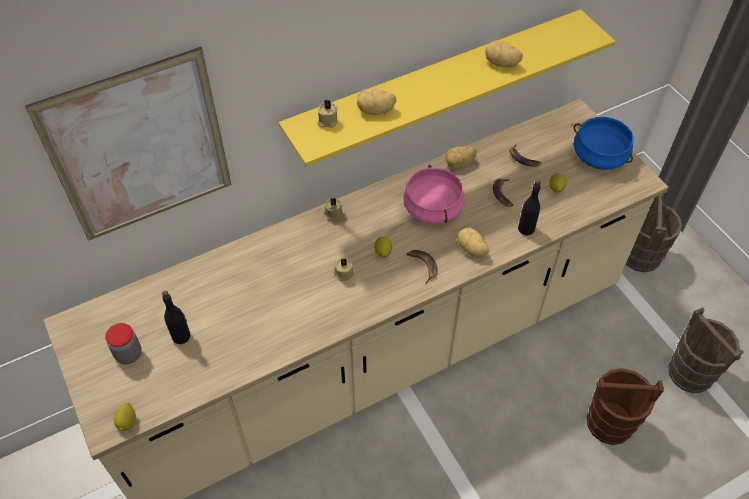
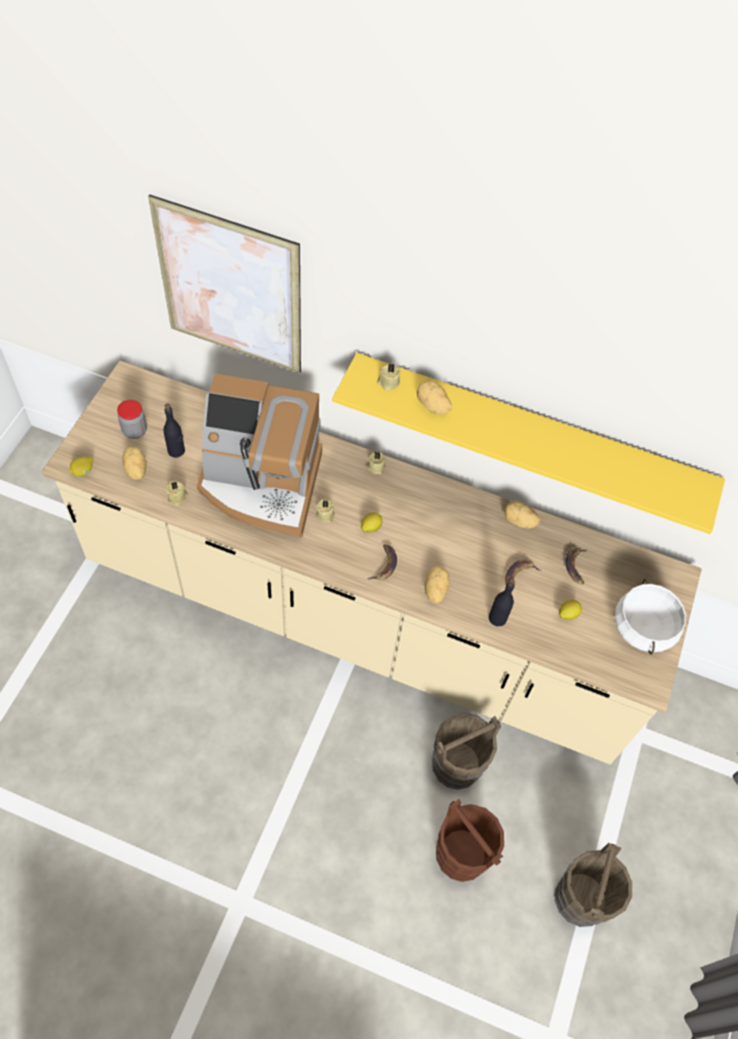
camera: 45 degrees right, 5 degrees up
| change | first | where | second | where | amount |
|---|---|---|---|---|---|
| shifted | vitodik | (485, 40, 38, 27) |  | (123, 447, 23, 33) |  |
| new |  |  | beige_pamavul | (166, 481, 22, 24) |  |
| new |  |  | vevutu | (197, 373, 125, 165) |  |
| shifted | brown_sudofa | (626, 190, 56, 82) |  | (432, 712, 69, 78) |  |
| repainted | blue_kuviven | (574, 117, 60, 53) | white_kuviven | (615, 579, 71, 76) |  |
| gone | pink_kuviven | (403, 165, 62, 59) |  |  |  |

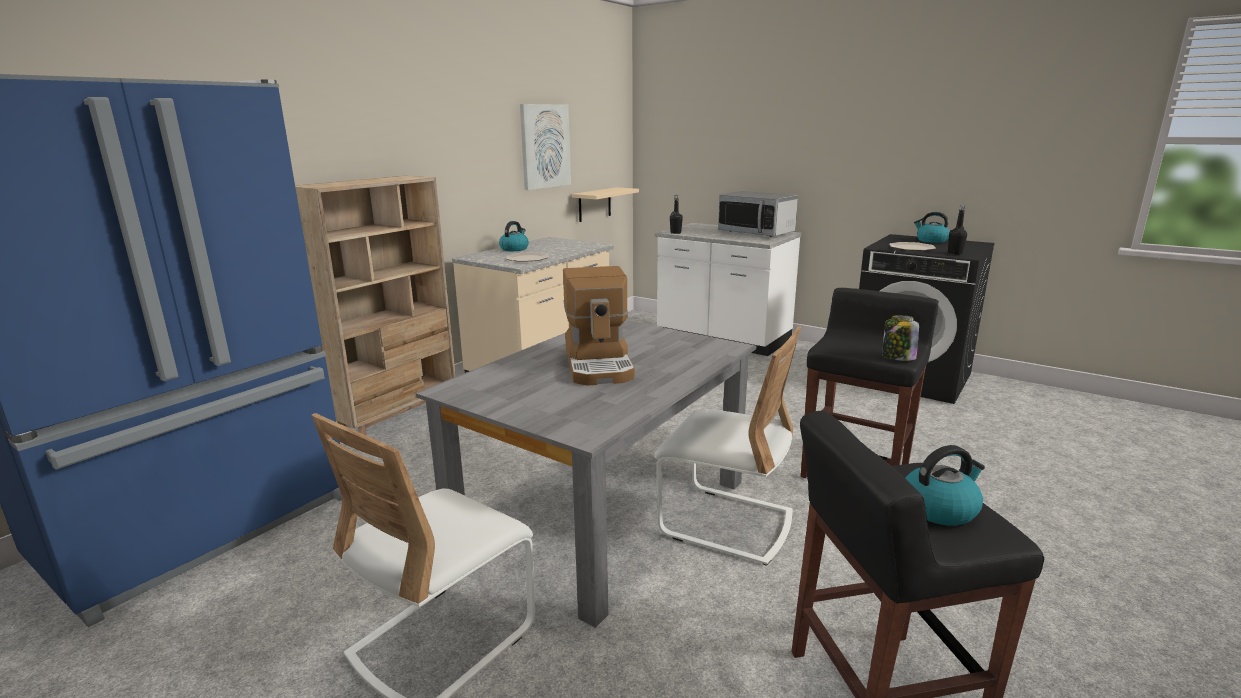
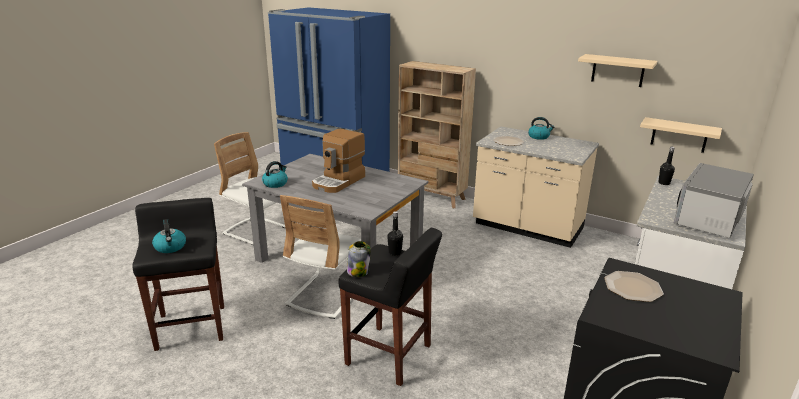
camera: 85 degrees right, 5 degrees up
| change | first | where | second | where | amount |
|---|---|---|---|---|---|
| shifted | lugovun | (914, 212, 36, 31) |  | (262, 161, 26, 27) |  |
| rotated | vevutu | (563, 266, 71, 120) |  | (312, 129, 53, 64) | 45 degrees counterclockwise |
| shifted | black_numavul | (948, 205, 19, 50) |  | (387, 211, 16, 45) |  |
| swapped | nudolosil | (520, 104, 51, 86) | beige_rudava | (578, 54, 79, 33) |  |

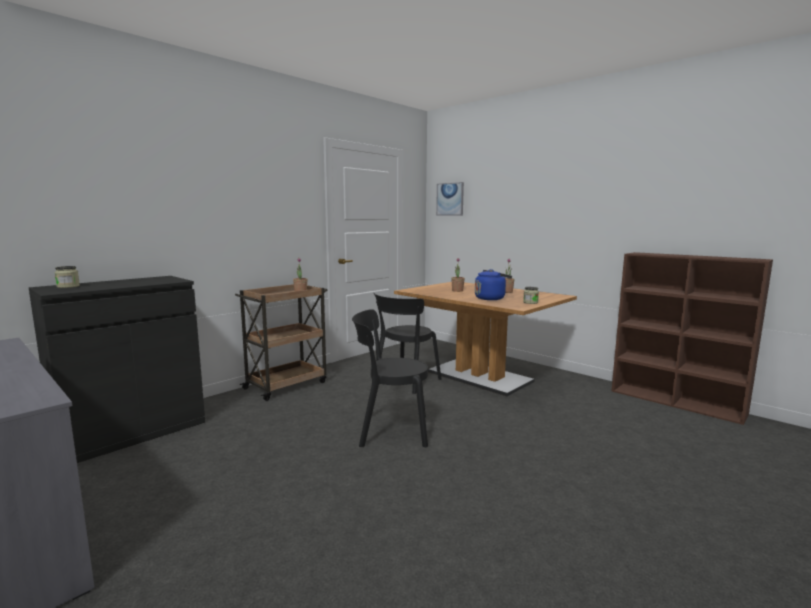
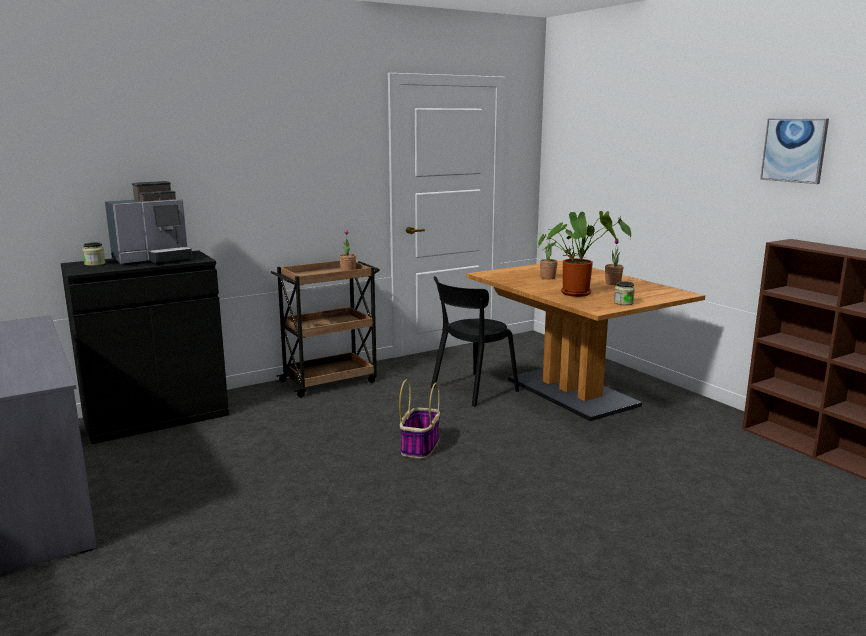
camera: 15 degrees right, 5 degrees up
| change | first | where | second | where | amount |
|---|---|---|---|---|---|
| new |  |  | vevutu | (105, 181, 87, 84) |  |
| swapped | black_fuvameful | (352, 309, 76, 138) | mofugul | (399, 379, 41, 80) |  |
| swapped | blue_lugovun | (475, 269, 37, 31) | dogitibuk | (538, 211, 93, 86) |  |
| shifted | nudolosil | (436, 182, 28, 34) |  | (760, 119, 69, 65) |  |

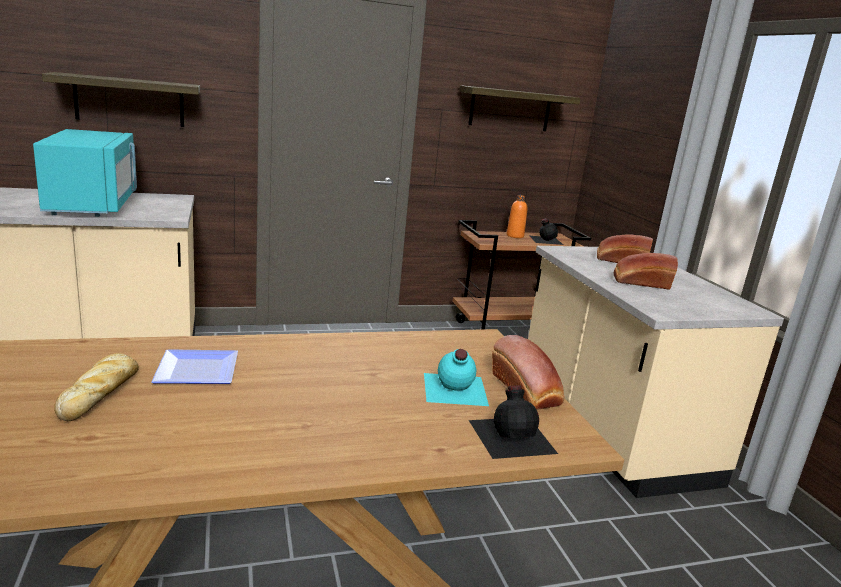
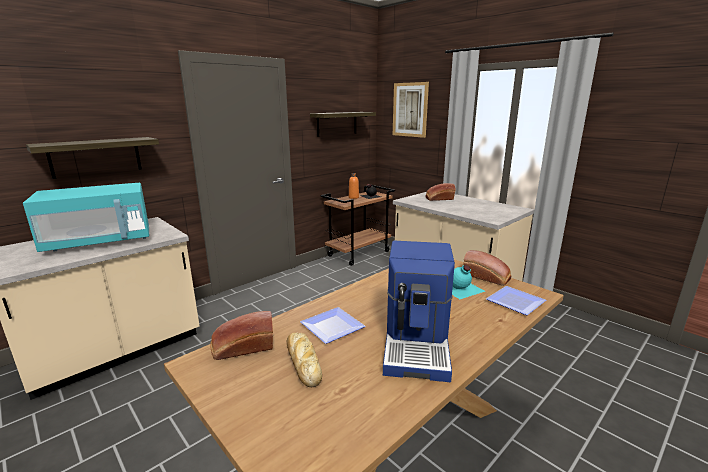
camera: 25 degrees left, 0 degrees up
| change | first | where | second | where | amount |
|---|---|---|---|---|---|
| rotated | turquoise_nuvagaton | (33, 129, 104, 88) |  | (23, 183, 126, 69) | 105 degrees clockwise |
| shifted | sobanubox | (614, 253, 64, 37) |  | (210, 311, 63, 49) |  |
| new |  |  | vevutu | (383, 241, 72, 141) |  |
| new |  |  | nudolosil | (393, 82, 36, 56) |  |
| swapped | black_numavul | (469, 386, 89, 73) | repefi | (486, 286, 60, 29) |  |

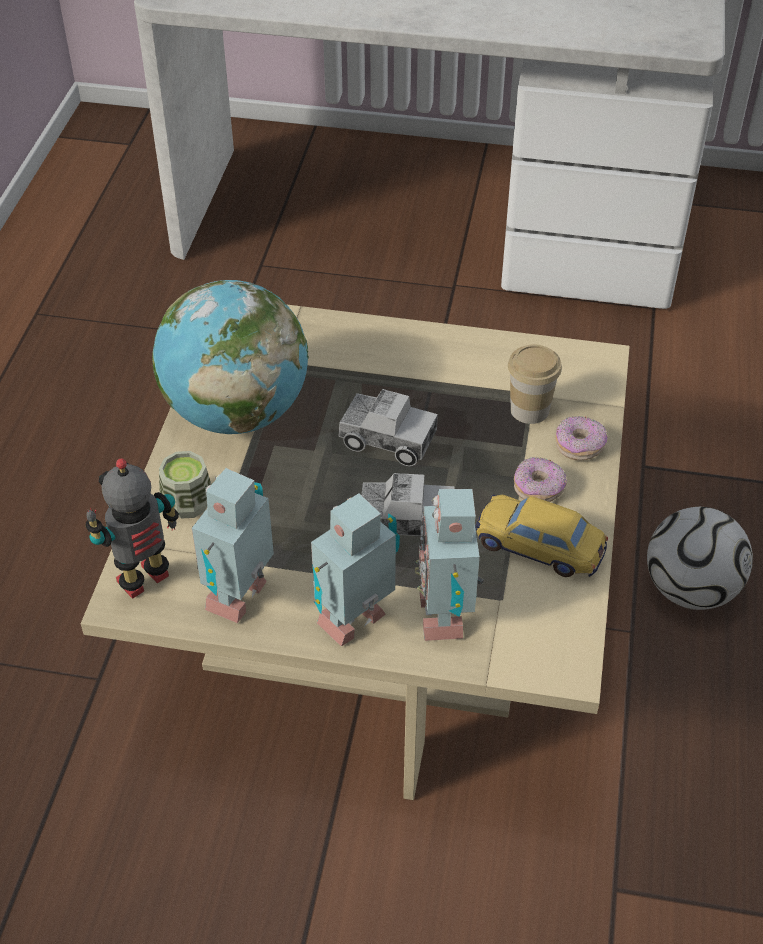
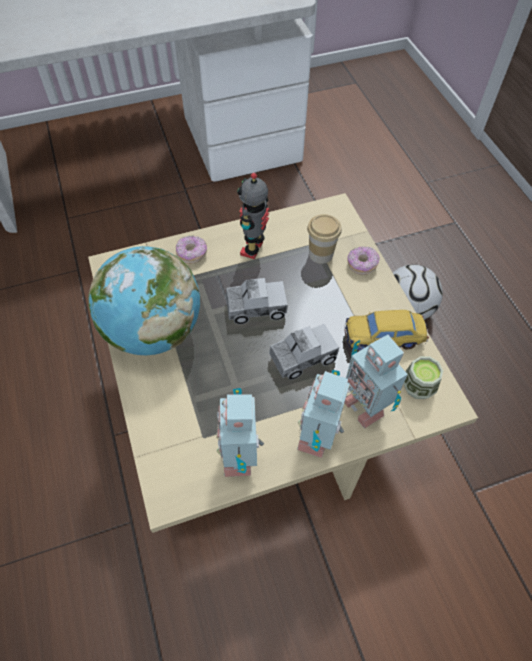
camera: 30 degrees left, 10 degrees up
| change | first | where | second | where | amount |
|---|---|---|---|---|---|
| shifted | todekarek | (514, 457, 53, 45) |  | (176, 236, 31, 28) |  |
| shifted | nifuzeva | (86, 458, 93, 141) |  | (237, 173, 32, 86) |  |
| shifted | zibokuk | (159, 451, 52, 68) |  | (404, 356, 39, 43) |  |

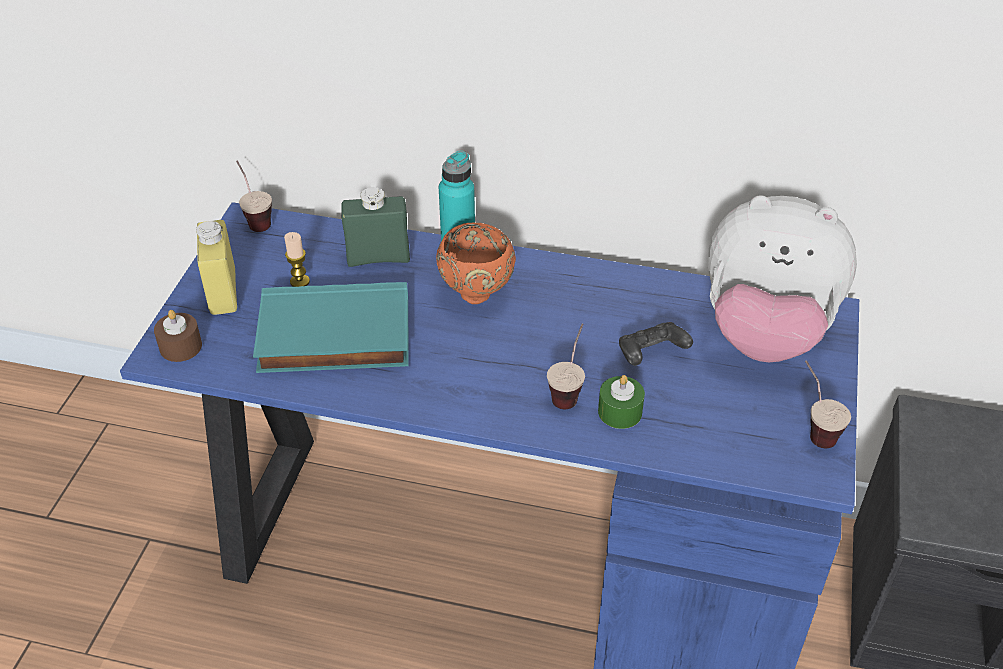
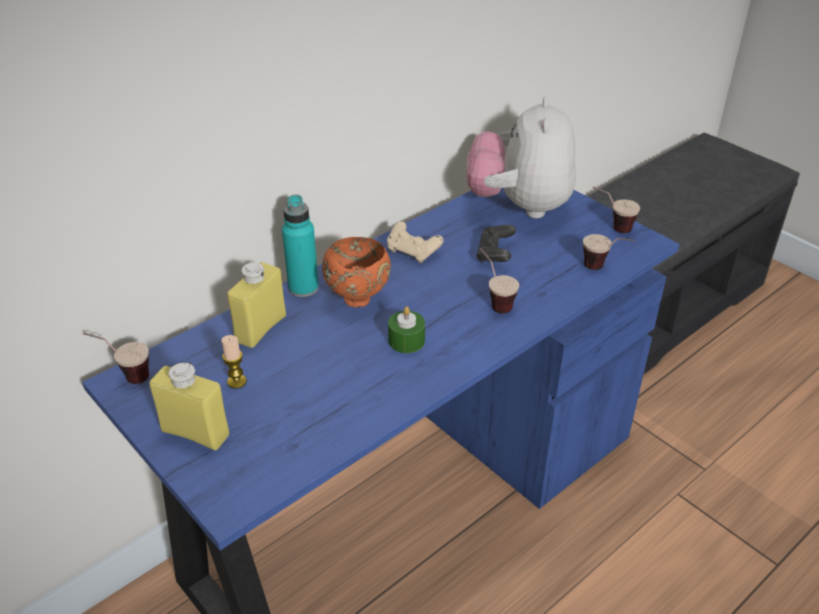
camera: 55 degrees left, 5 degrees down
| change | first | where | second | where | amount |
|---|---|---|---|---|---|
| repainted | green_numavul | (341, 187, 69, 80) | yellow_numavul | (227, 262, 59, 86) |  |
| new |  |  | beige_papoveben | (387, 222, 56, 41) |  |
| shifted | green_pamavul | (598, 375, 47, 54) |  | (388, 307, 37, 46) |  |
| rotated | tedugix | (708, 195, 149, 167) |  | (466, 97, 110, 121) | 135 degrees clockwise |
| new |  |  | zibokuk | (583, 234, 52, 36) |  |
| gone | brown_pamavul | (154, 310, 48, 52) |  |  |  |
| gone | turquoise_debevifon | (253, 282, 155, 91) |  |  |  |

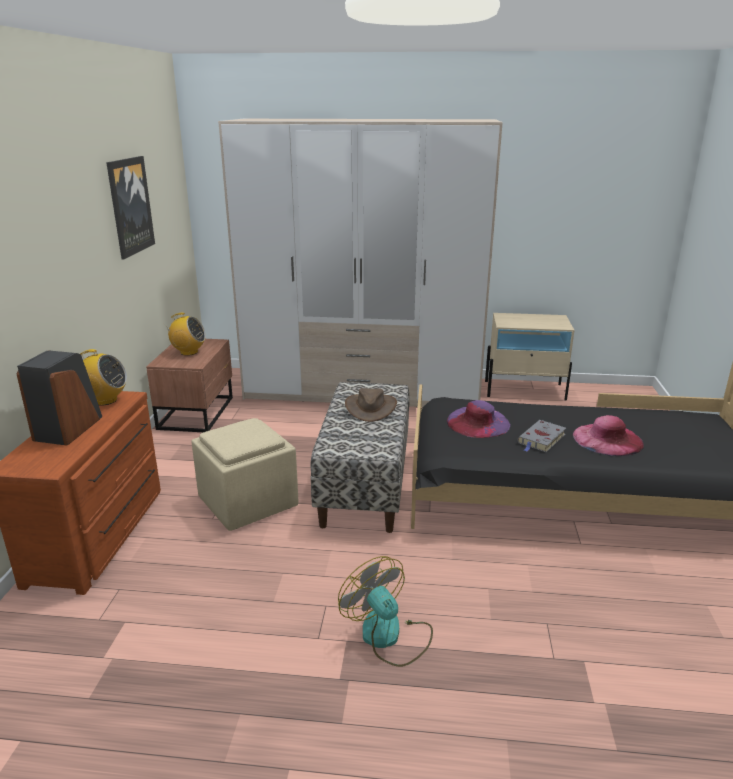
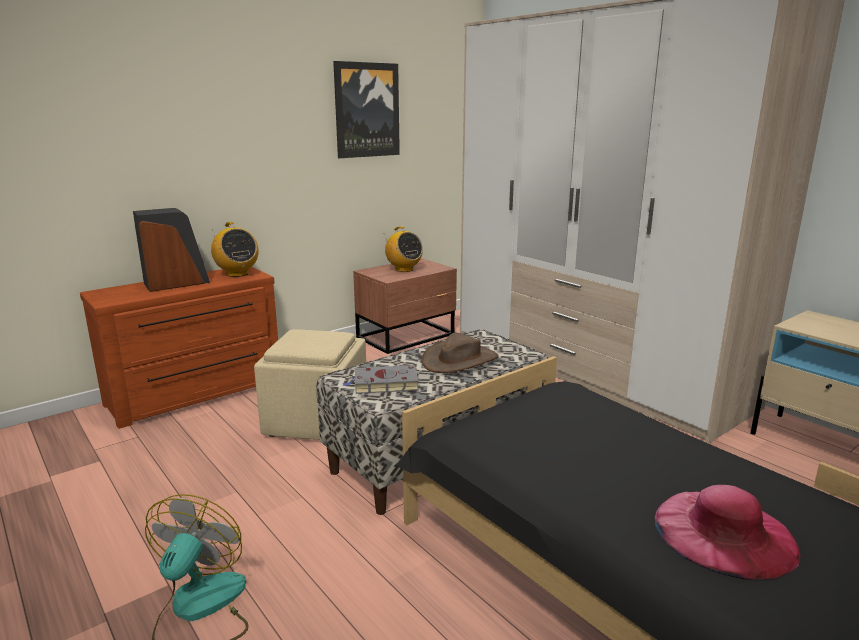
camera: 45 degrees right, 5 degrees down
| change | first | where | second | where | amount |
|---|---|---|---|---|---|
| shifted | grey_debevifon | (518, 420, 48, 32) |  | (343, 365, 76, 29) |  |
| gone | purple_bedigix | (447, 400, 63, 38) |  |  |  |

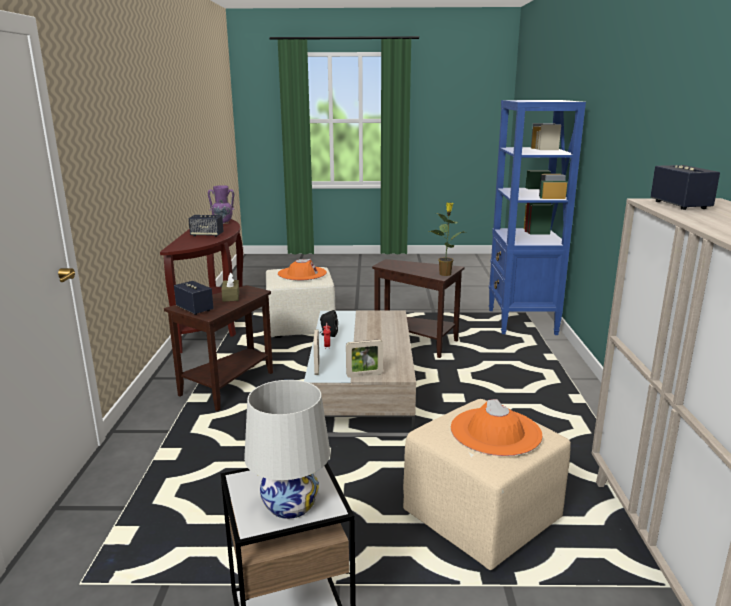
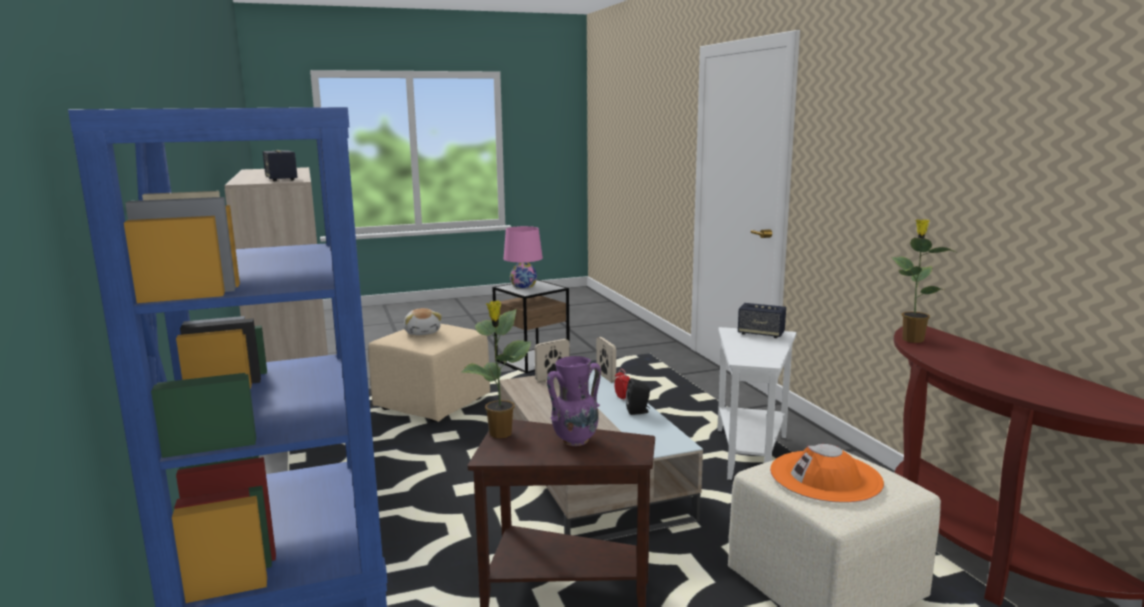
camera: 160 degrees right, 5 degrees down
| change | first | where | second | where | amount |
|---|---|---|---|---|---|
| swapped | orange_bedigix | (451, 399, 91, 57) | tedugix | (404, 308, 38, 27) |  |
| repainted | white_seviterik | (244, 380, 86, 139) | pink_seviterik | (504, 226, 39, 62) |  |
| shifted | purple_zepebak | (208, 185, 27, 39) |  | (547, 356, 54, 90) |  |
| repainted | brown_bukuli | (164, 285, 109, 126) | white_bukuli | (717, 327, 79, 153) |  |
| new |  |  | dogitibuk | (891, 219, 67, 124) |  |
| gone | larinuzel | (188, 215, 35, 22) |  |  |  |
| gone | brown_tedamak | (221, 272, 18, 30) |  |  |  |

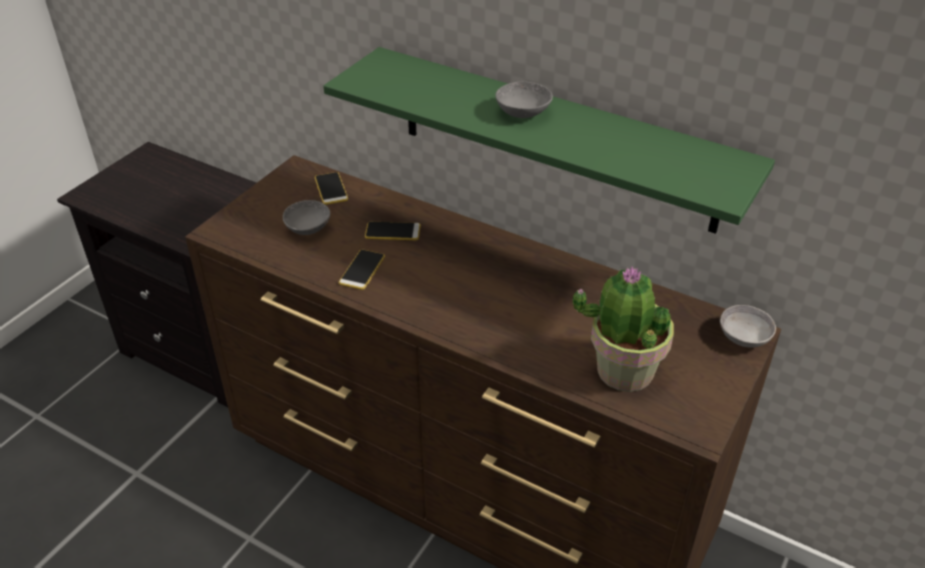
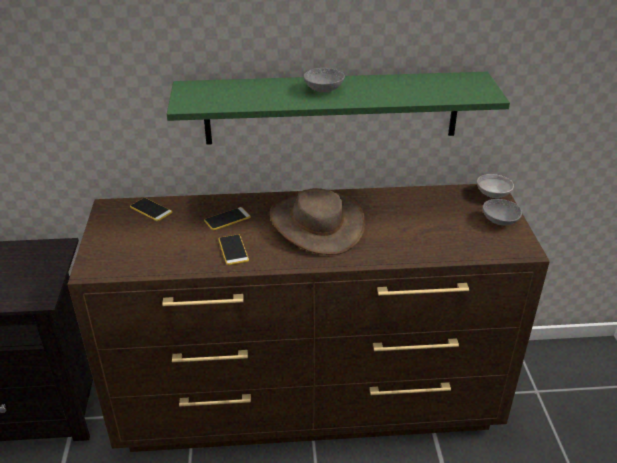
camera: 35 degrees left, 5 degrees down
| change | first | where | second | where | amount |
|---|---|---|---|---|---|
| new |  |  | brown_bedigix | (269, 188, 96, 67) |  |
| shifted | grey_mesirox | (283, 200, 47, 35) |  | (483, 199, 39, 26) |  |
| gone | dogitibuk | (573, 267, 101, 125) |  |  |  |

